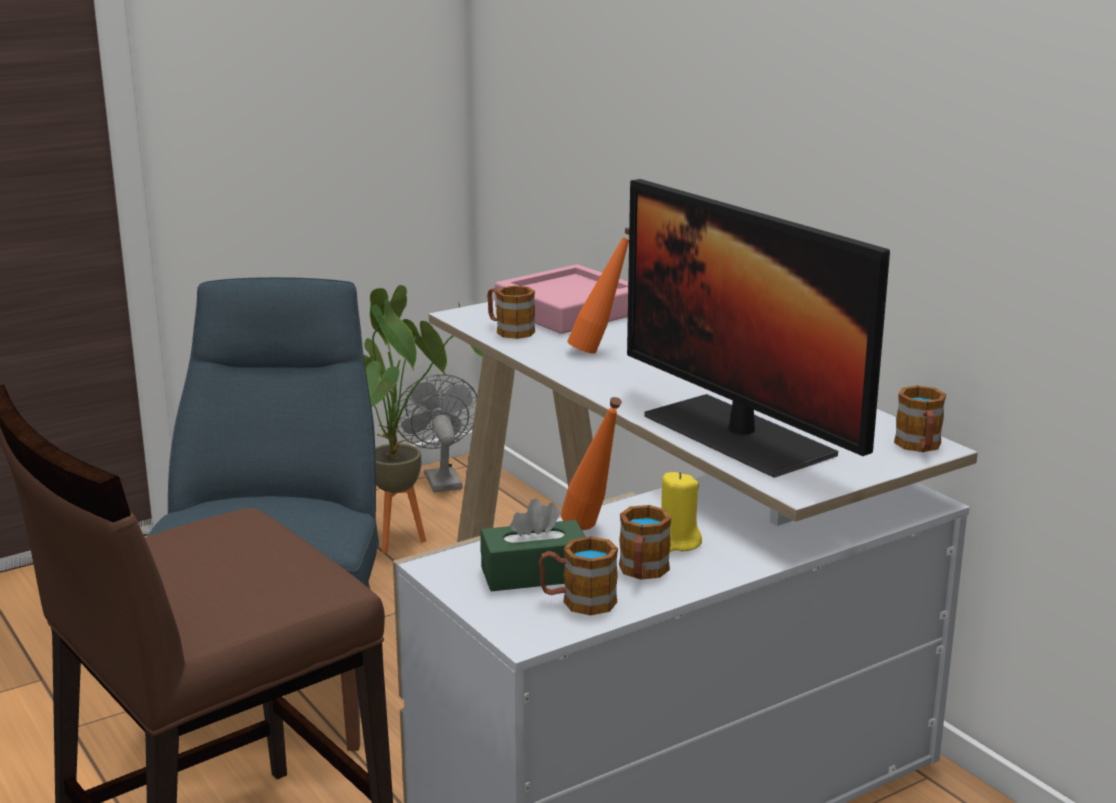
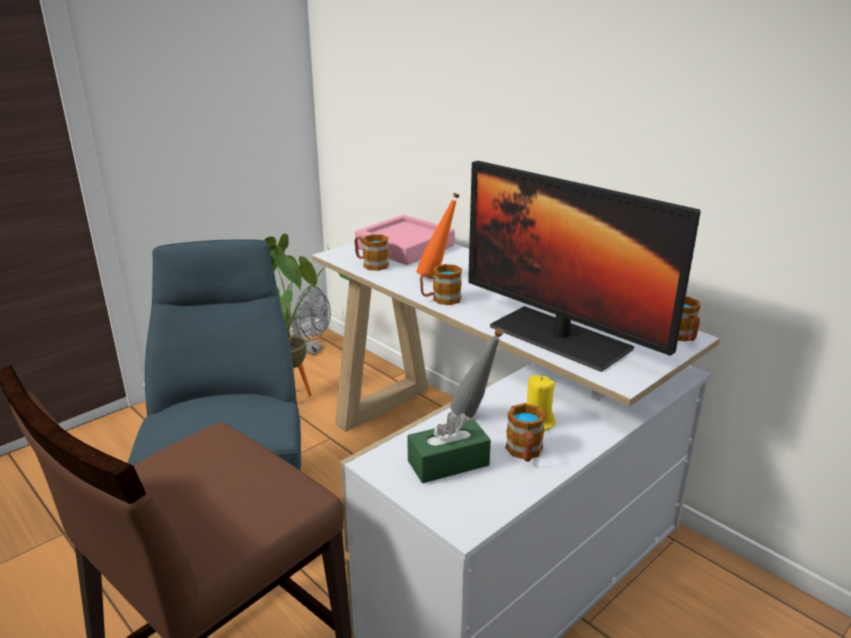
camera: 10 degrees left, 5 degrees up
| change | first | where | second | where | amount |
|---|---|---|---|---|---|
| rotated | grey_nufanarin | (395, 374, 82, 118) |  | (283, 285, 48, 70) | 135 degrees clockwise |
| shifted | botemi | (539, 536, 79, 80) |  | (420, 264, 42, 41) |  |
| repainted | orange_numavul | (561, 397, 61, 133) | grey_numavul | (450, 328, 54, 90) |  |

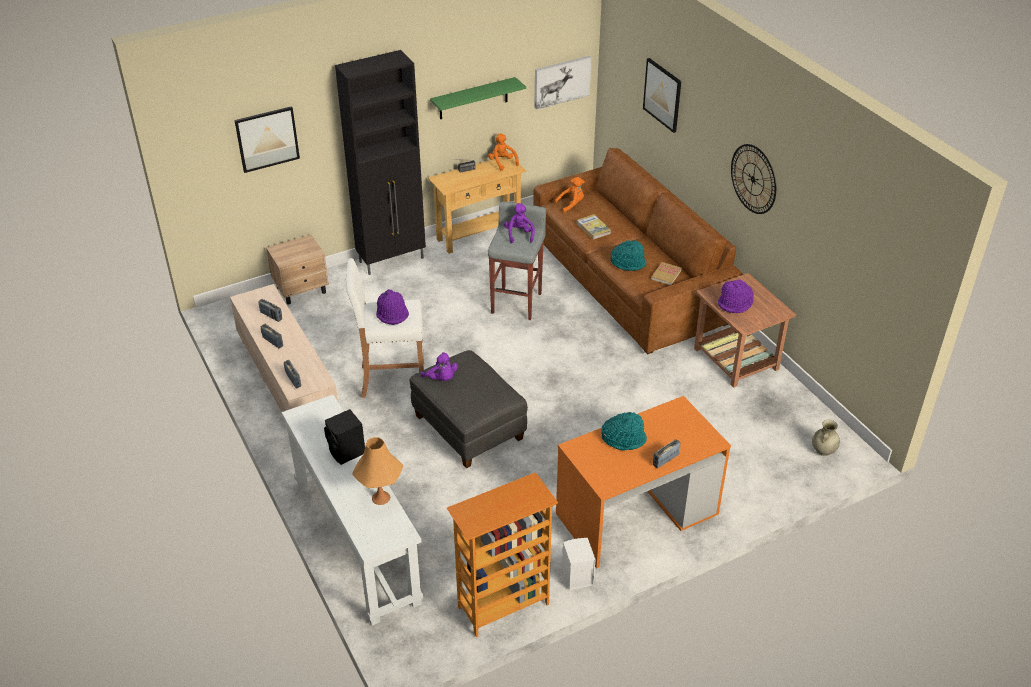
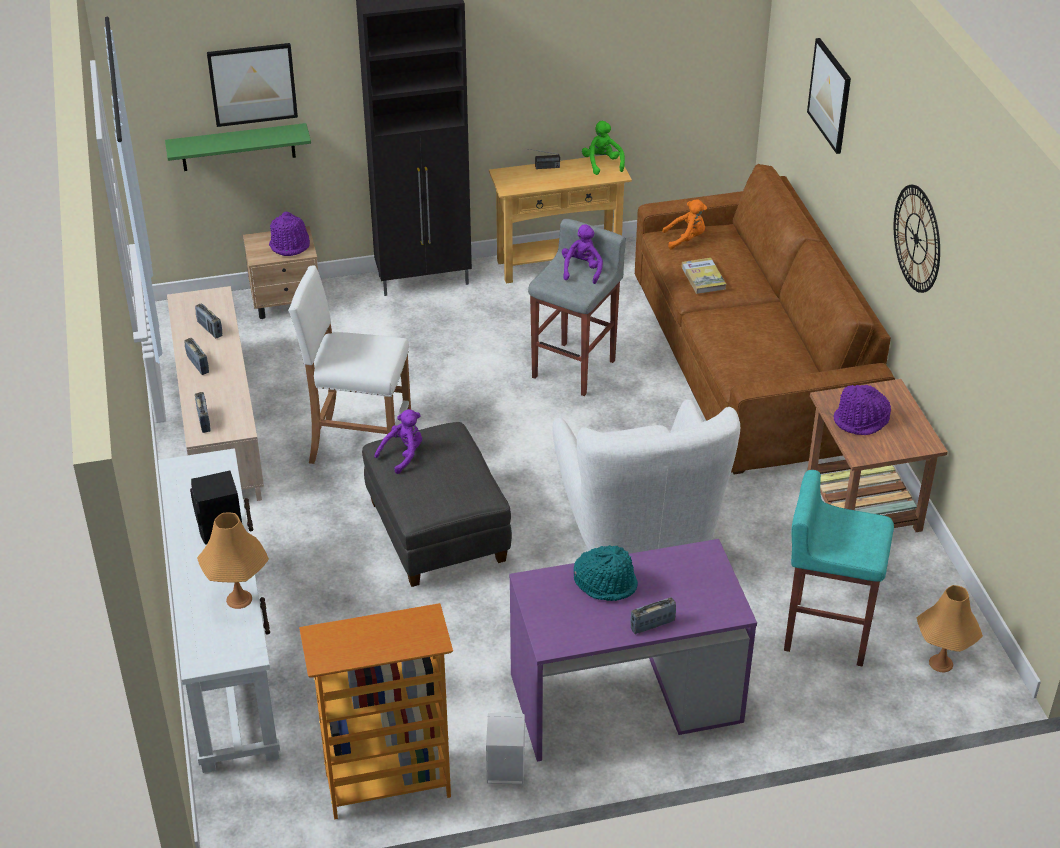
camera: 15 degrees right, 0 degrees up
| change | first | where | second | where | amount |
|---|---|---|---|---|---|
| shifted | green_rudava | (430, 77, 96, 42) |  | (165, 123, 146, 48) |  |
| shifted | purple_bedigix | (376, 289, 33, 36) |  | (269, 212, 41, 44) |  |
| rotated | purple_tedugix | (421, 352, 37, 29) |  | (375, 409, 47, 65) | 105 degrees counterclockwise |
| repainted | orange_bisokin | (556, 396, 175, 172) | purple_bisokin | (509, 539, 248, 223) |  |
| new |  |  | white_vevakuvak | (553, 400, 187, 154) |  |
| repainted | orange_tedugix | (488, 133, 31, 38) | green_tedugix | (582, 121, 43, 54) |  |
| new |  |  | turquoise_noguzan | (784, 470, 110, 197) |  |
| swapped | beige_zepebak | (812, 420, 28, 36) | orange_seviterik | (917, 585, 66, 87) |  |
| gone | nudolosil | (534, 56, 57, 54) |  |  |  |
| gone | turquoise_bedigix | (611, 240, 35, 31) |  |  |  |
| gone | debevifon | (651, 262, 31, 24) |  |  |  |

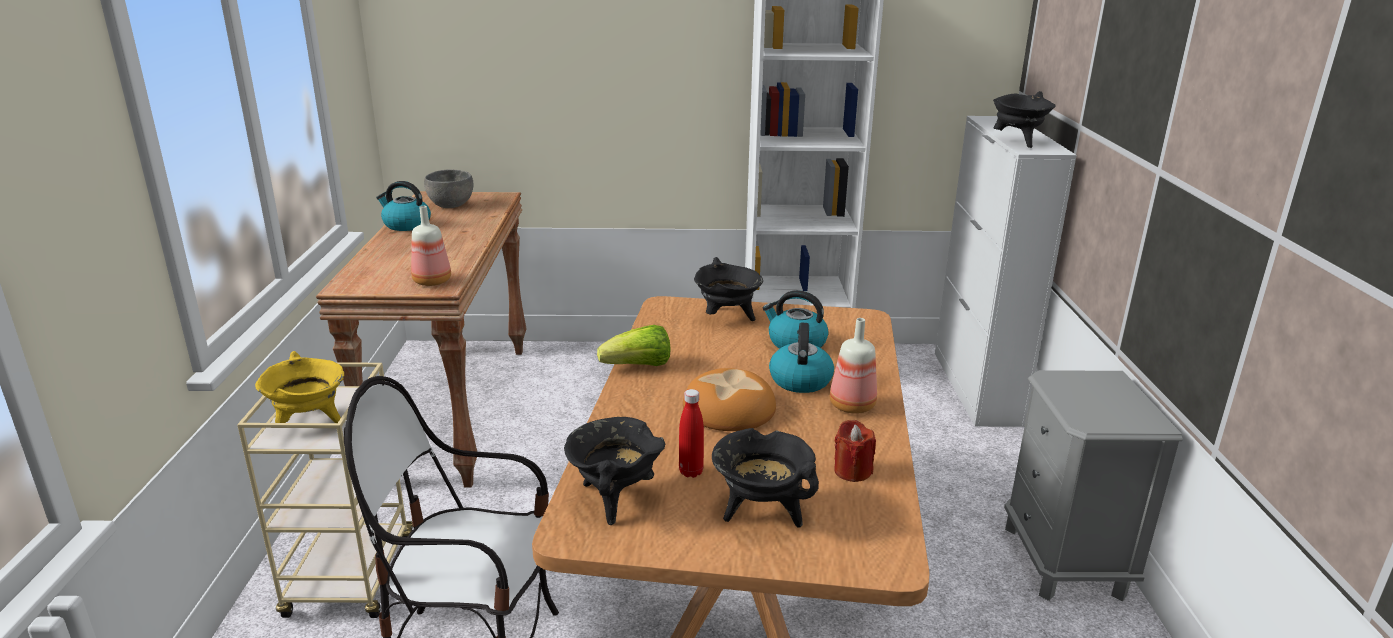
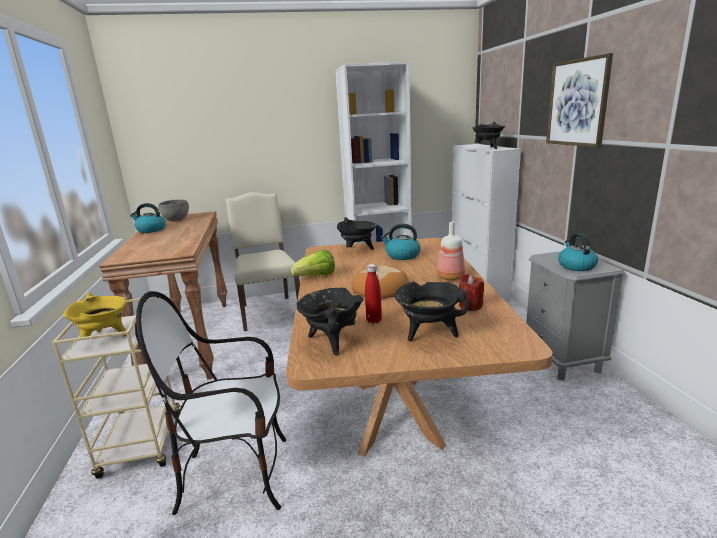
camera: 10 degrees left, 5 degrees down
| change | first | where | second | where | amount |
|---|---|---|---|---|---|
| new |  |  | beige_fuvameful | (225, 192, 75, 139) |  |
| new |  |  | nudolosil | (546, 53, 67, 94) |  |
| shifted | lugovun | (769, 323, 65, 70) |  | (558, 233, 40, 38) |  |
| gone | numavul | (411, 206, 40, 80) |  |  |  |

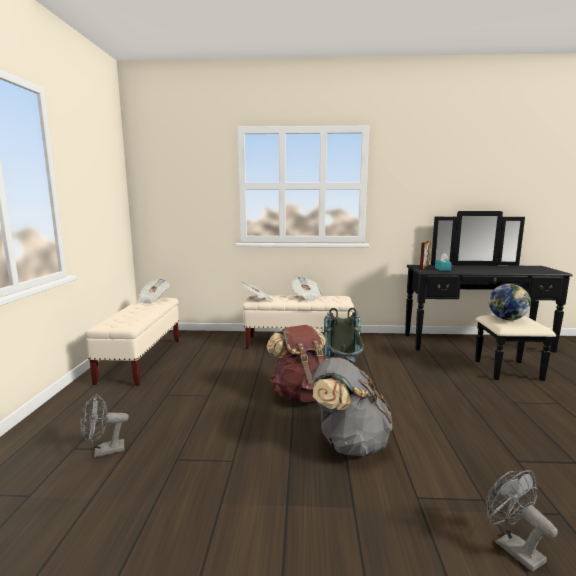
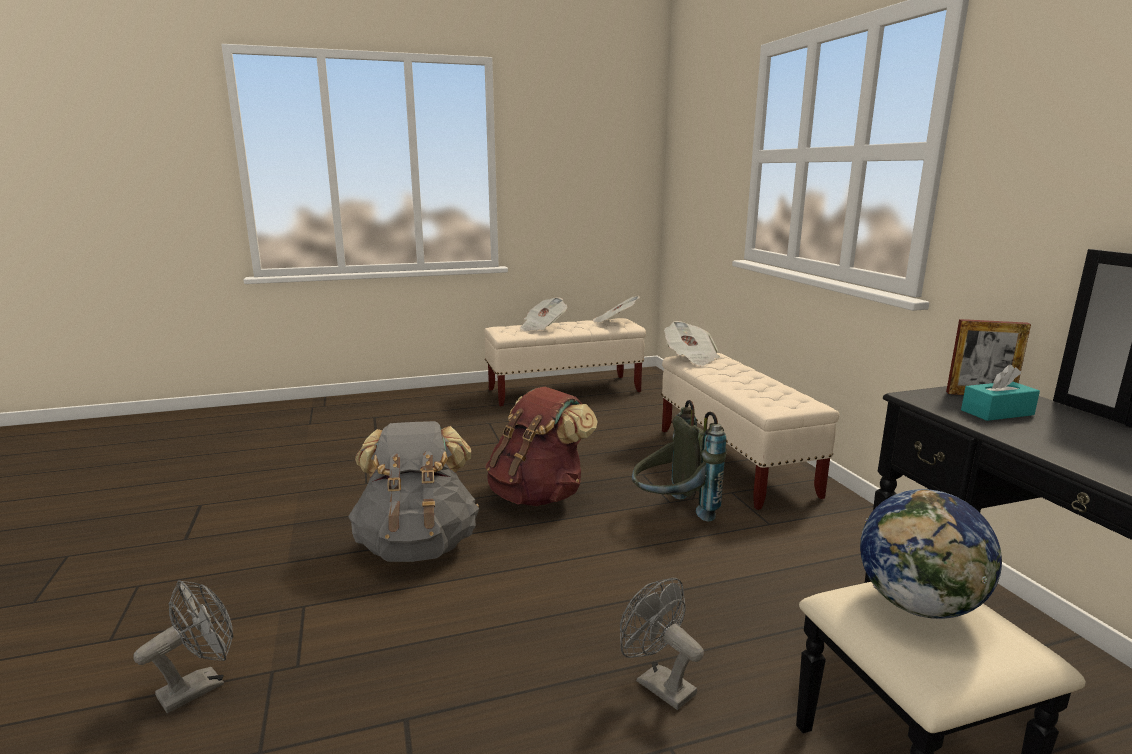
camera: 70 degrees right, 5 degrees up
| change | first | where | second | where | amount |
|---|---|---|---|---|---|
| shifted | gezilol | (292, 277, 31, 24) |  | (520, 297, 47, 34) |  |
| shifted | grey_nufanarin | (80, 393, 49, 65) |  | (620, 578, 84, 132) |  |

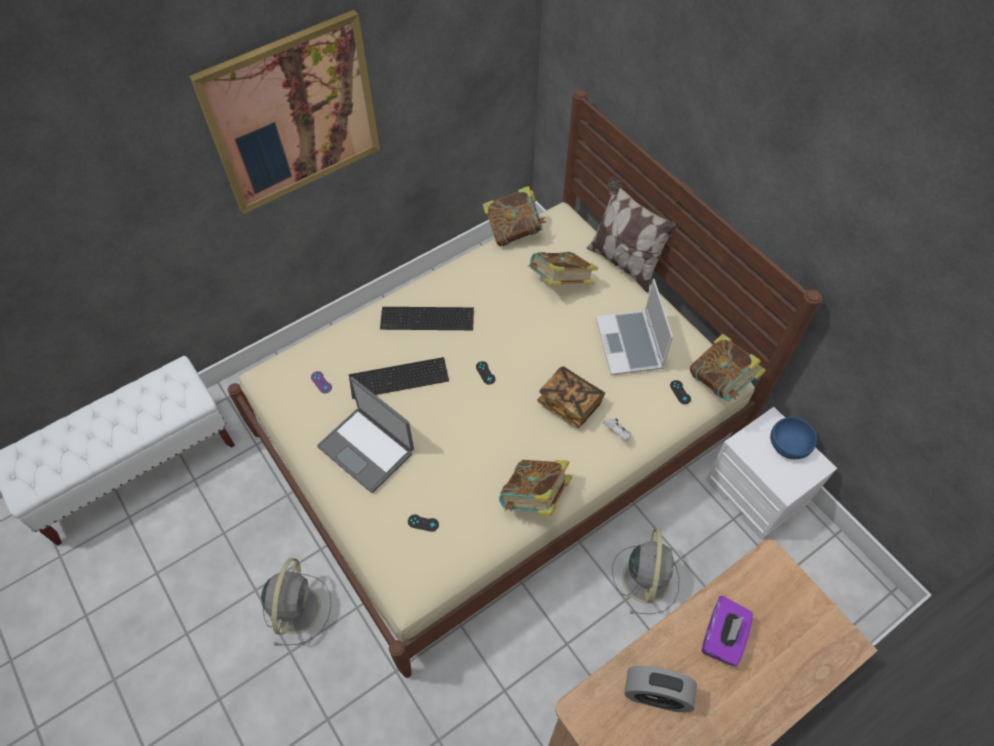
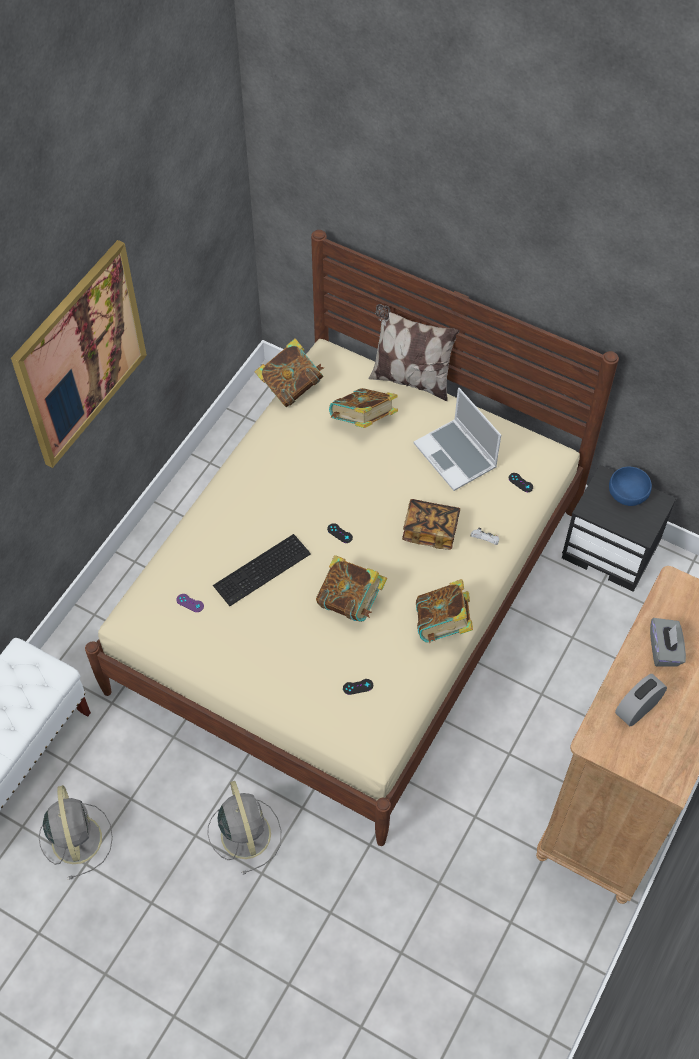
camera: 25 degrees left, 0 degrees up
| change | first | where | second | where | amount |
|---|---|---|---|---|---|
| shifted | grey_nufanarin | (612, 529, 68, 85) |  | (39, 785, 74, 94) |  |
| shifted | debevifon | (690, 334, 76, 67) |  | (316, 555, 71, 67) |  |
| repainted | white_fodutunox | (706, 407, 131, 133) | black_fodutunox | (562, 465, 114, 127) |  |
| rotated | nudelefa | (624, 666, 73, 46) |  | (615, 674, 52, 52) | 150 degrees clockwise |
| repainted | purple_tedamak | (702, 596, 51, 70) | grey_tedamak | (650, 618, 36, 49) |  |
| gone | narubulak | (317, 377, 97, 116) |  |  |  |
| gone | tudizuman | (380, 307, 94, 23) |  |  |  |

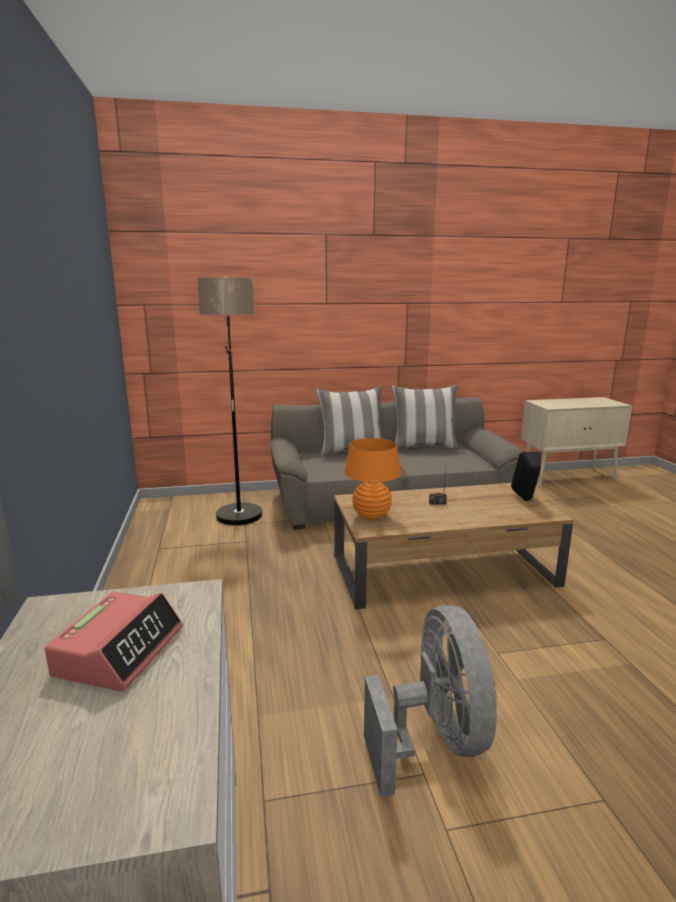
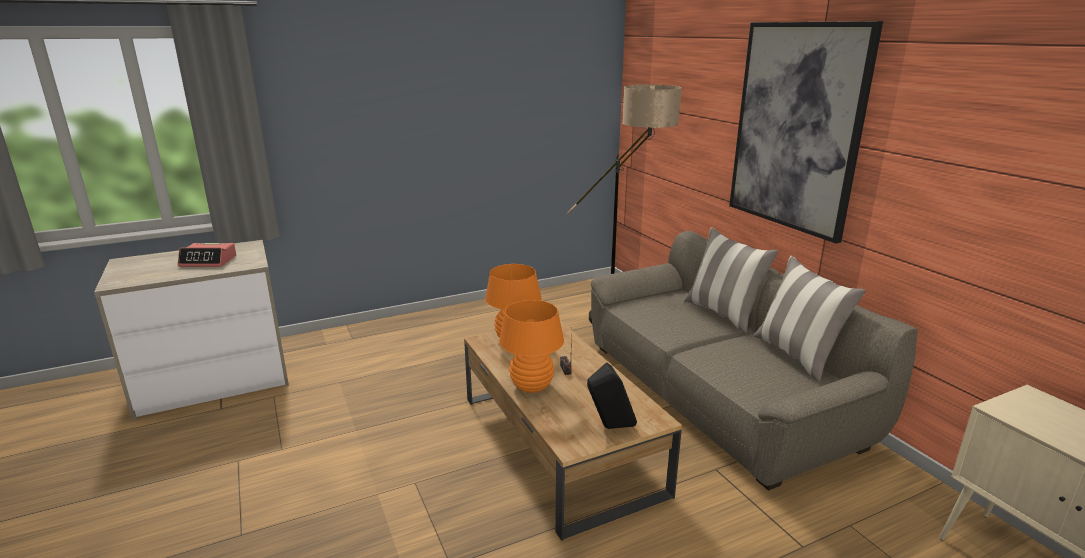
camera: 75 degrees right, 5 degrees up
| change | first | where | second | where | amount |
|---|---|---|---|---|---|
| new |  |  | orange_seviterik | (499, 300, 65, 93) |  |
| new |  |  | nudolosil | (729, 21, 154, 223) |  |
| gone | grey_nufanarin | (364, 605, 133, 192) |  |  |  |

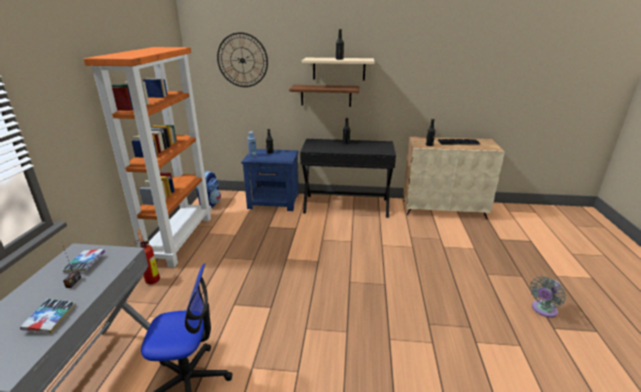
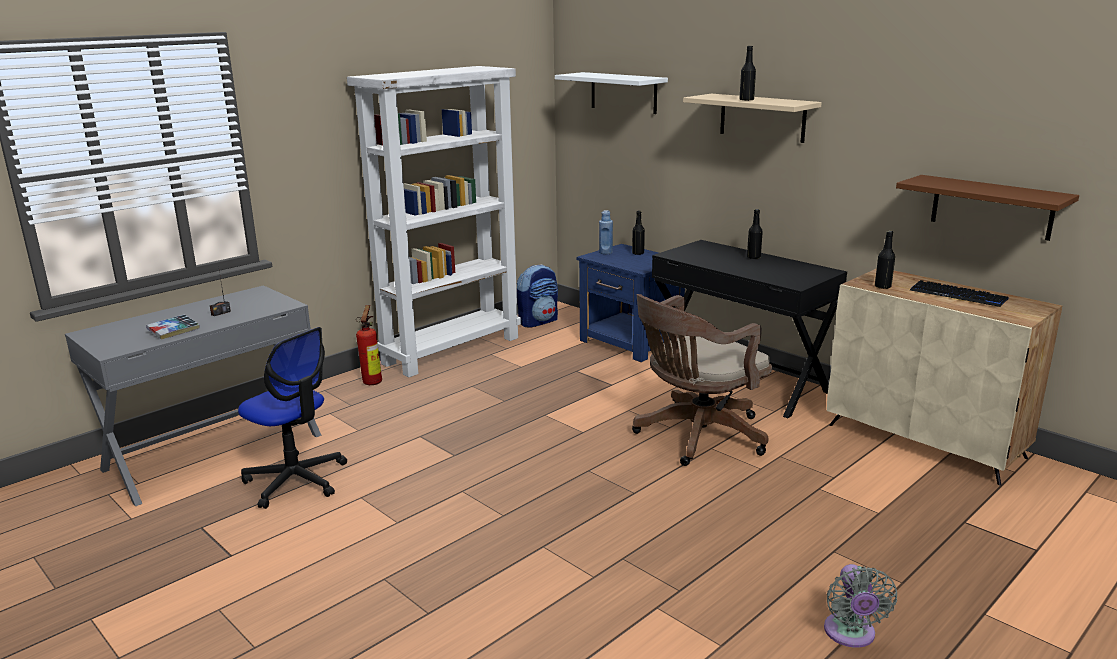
camera: 40 degrees right, 5 degrees down
| change | first | where | second | where | amount |
|---|---|---|---|---|---|
| repainted | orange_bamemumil | (84, 47, 128, 221) | white_bamemumil | (347, 66, 174, 311) |  |
| swapped | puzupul | (217, 32, 51, 55) | white_rudava | (555, 72, 113, 42) |  |
| new |  |  | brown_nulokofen | (632, 294, 140, 172) |  |
| rotated | grey_nufanarin | (530, 276, 36, 42) |  | (824, 564, 73, 84) | 90 degrees counterclockwise |
| shifted | brown_rudava | (289, 85, 70, 22) |  | (896, 175, 183, 66) |  |
| gone | debevifon | (63, 249, 42, 24) |  |  |  |

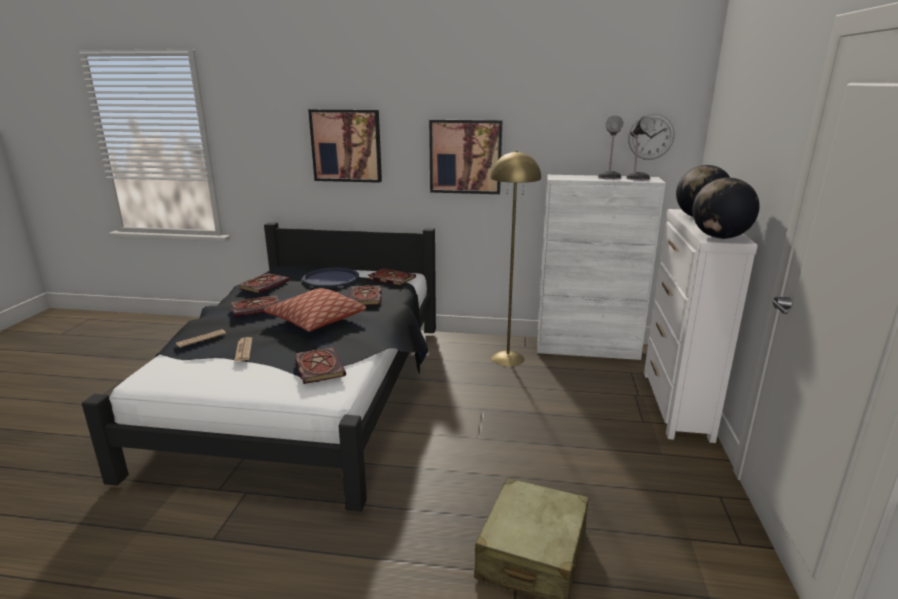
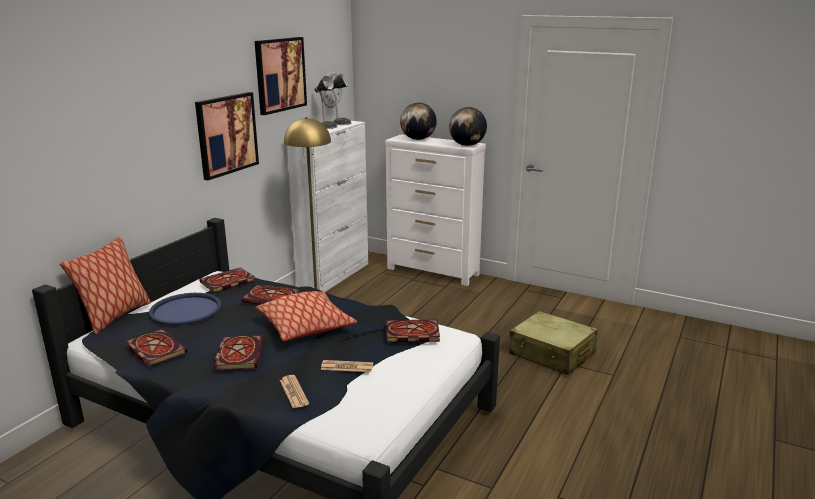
camera: 70 degrees left, 0 degrees up
| change | first | where | second | where | amount |
|---|---|---|---|---|---|
| new |  |  | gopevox | (60, 236, 91, 98) |  |
| shifted | nudolosil | (308, 109, 74, 74) |  | (255, 37, 52, 78) |  |

